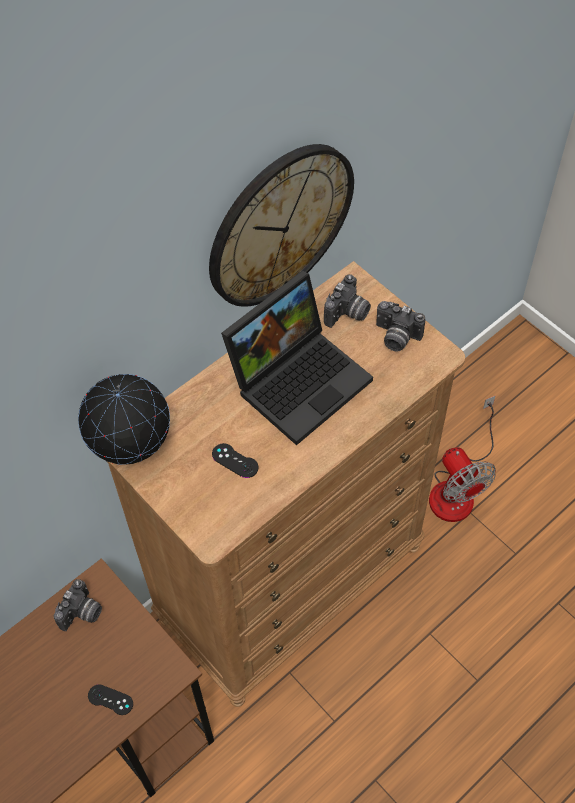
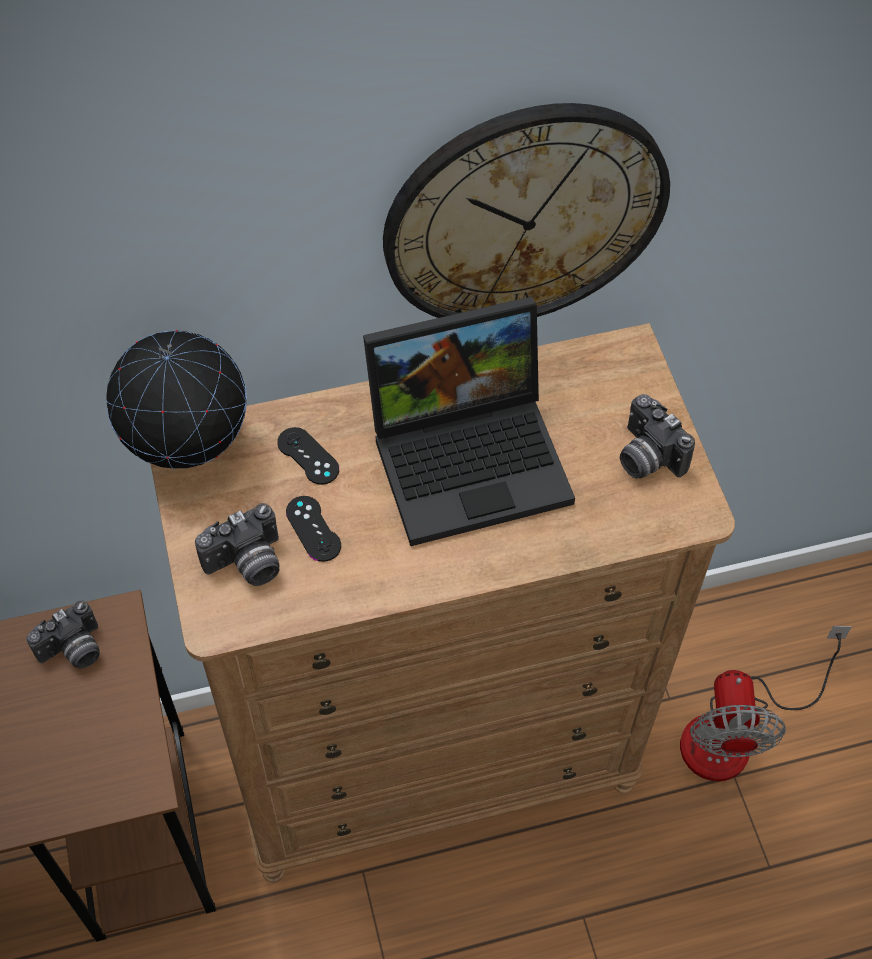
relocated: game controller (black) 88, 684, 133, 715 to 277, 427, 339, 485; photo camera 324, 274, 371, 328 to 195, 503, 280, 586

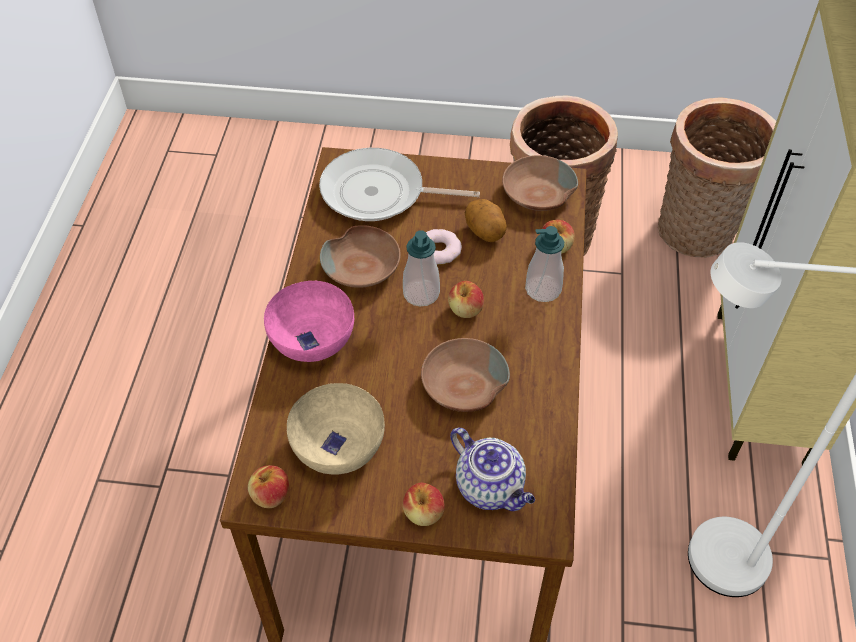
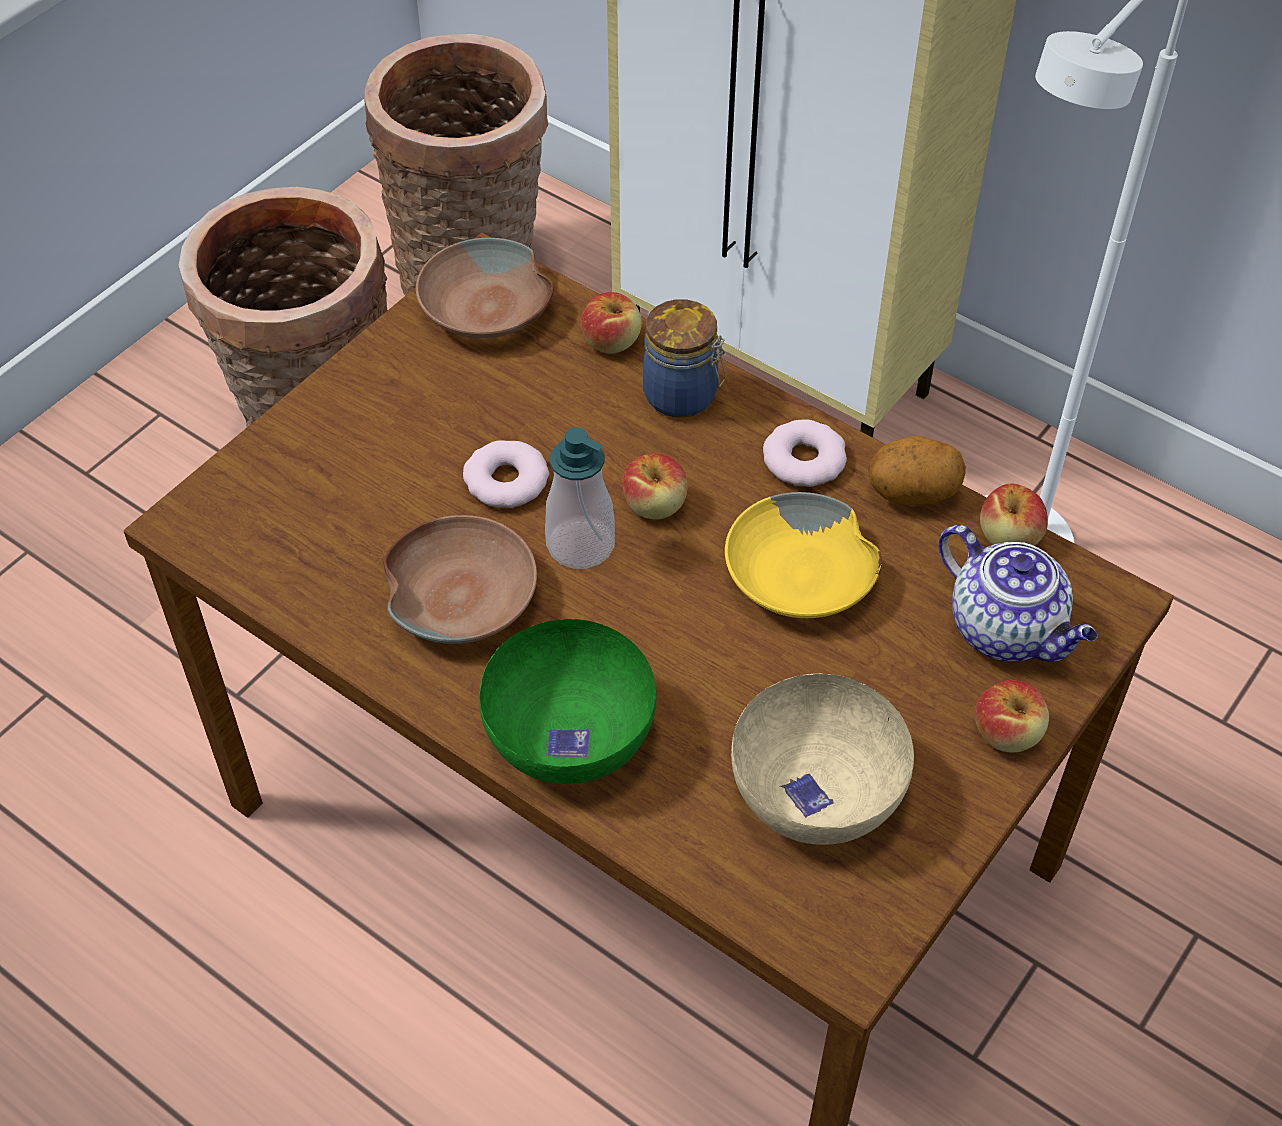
missing: frying pan 319, 148, 480, 221
appeared: donut 763, 420, 847, 487
relocated: apple 248, 465, 289, 508 to 980, 483, 1048, 546; potato 465, 199, 507, 242 to 868, 436, 966, 505
exchanged: soap dispenser 525, 226, 564, 302 to jar 643, 299, 726, 418
colour: bowl (pink) 264, 281, 354, 362 to bowl (green) 479, 619, 656, 784; bowl (brown) 421, 338, 510, 412 to bowl (yellow) 725, 492, 882, 618
spun: teapot 450, 427, 535, 511 = 939, 525, 1098, 662 60 degrees clockwise

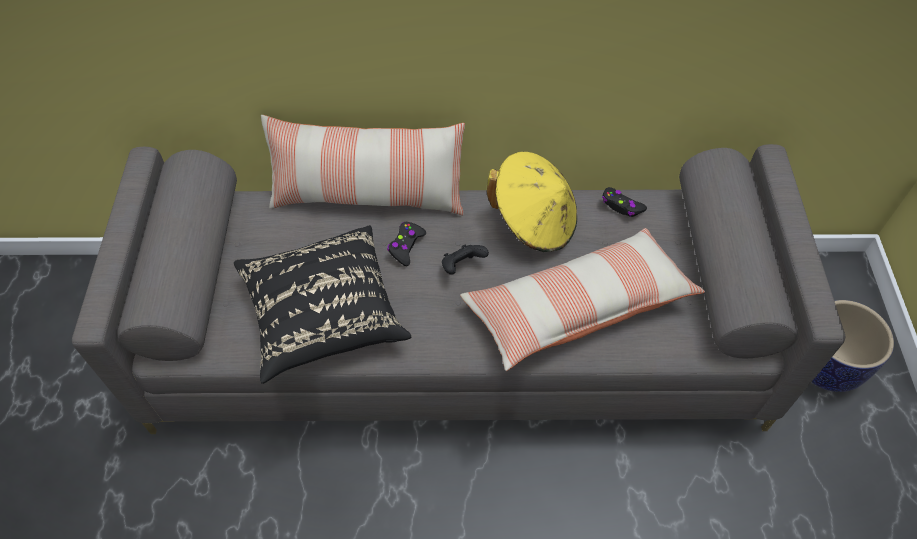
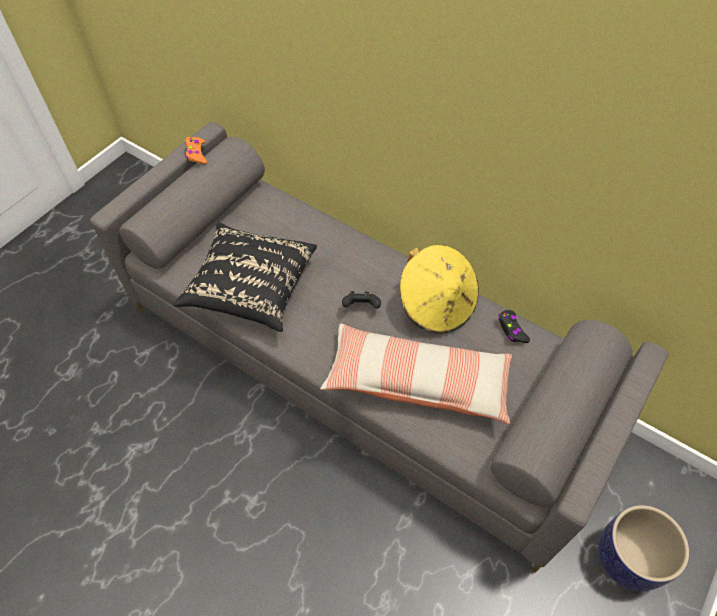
missing: pillow 261, 115, 465, 215; game controller (black) 387, 222, 426, 266
appeared: game controller (orange) 185, 137, 207, 164

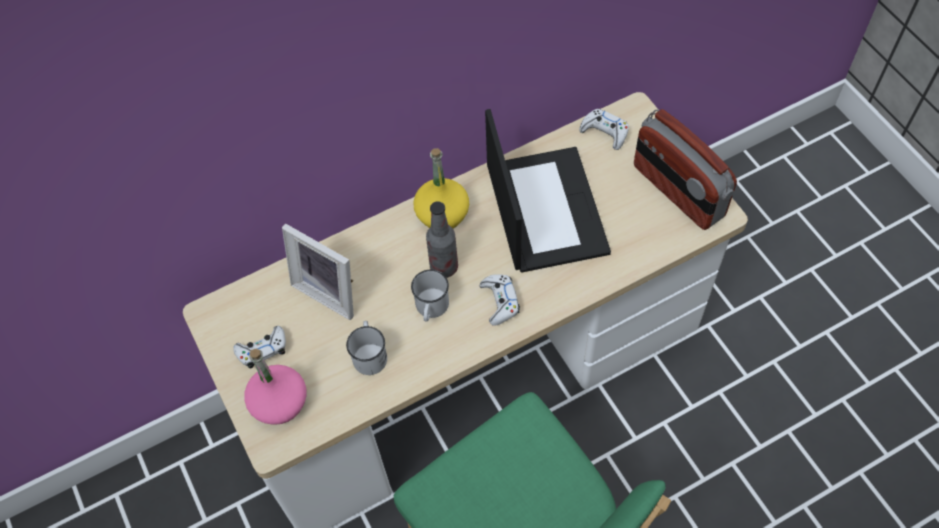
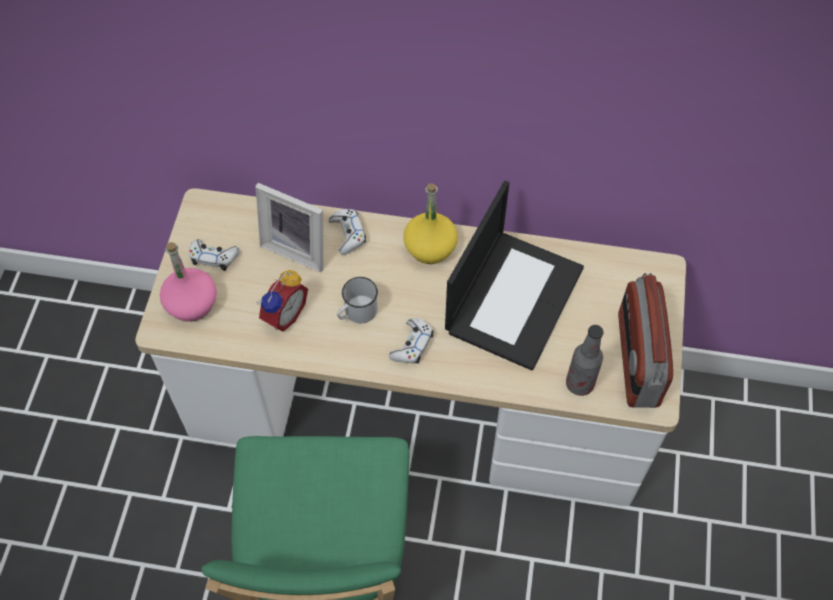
relocated: bottle 426, 201, 458, 278 to 566, 325, 604, 396; game controller (white) 579, 109, 629, 150 to 329, 209, 366, 255
exchanged: mug (white) 346, 321, 387, 375 to alarm clock 257, 270, 308, 332
spun: picture frame 282, 223, 354, 320 = 255, 183, 323, 272 45 degrees counterclockwise

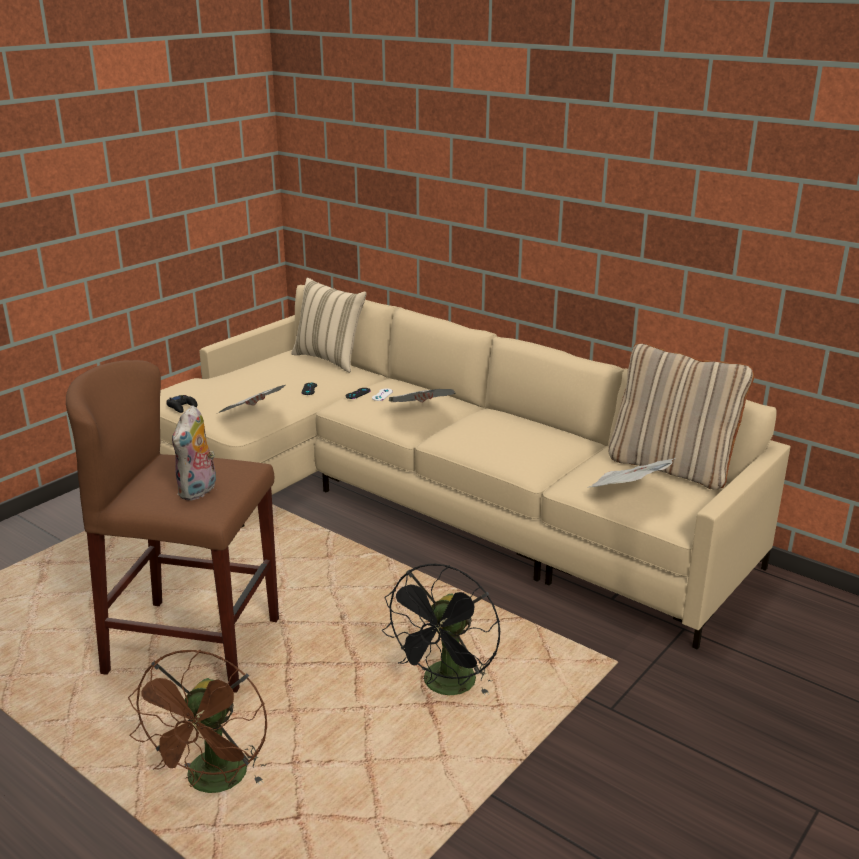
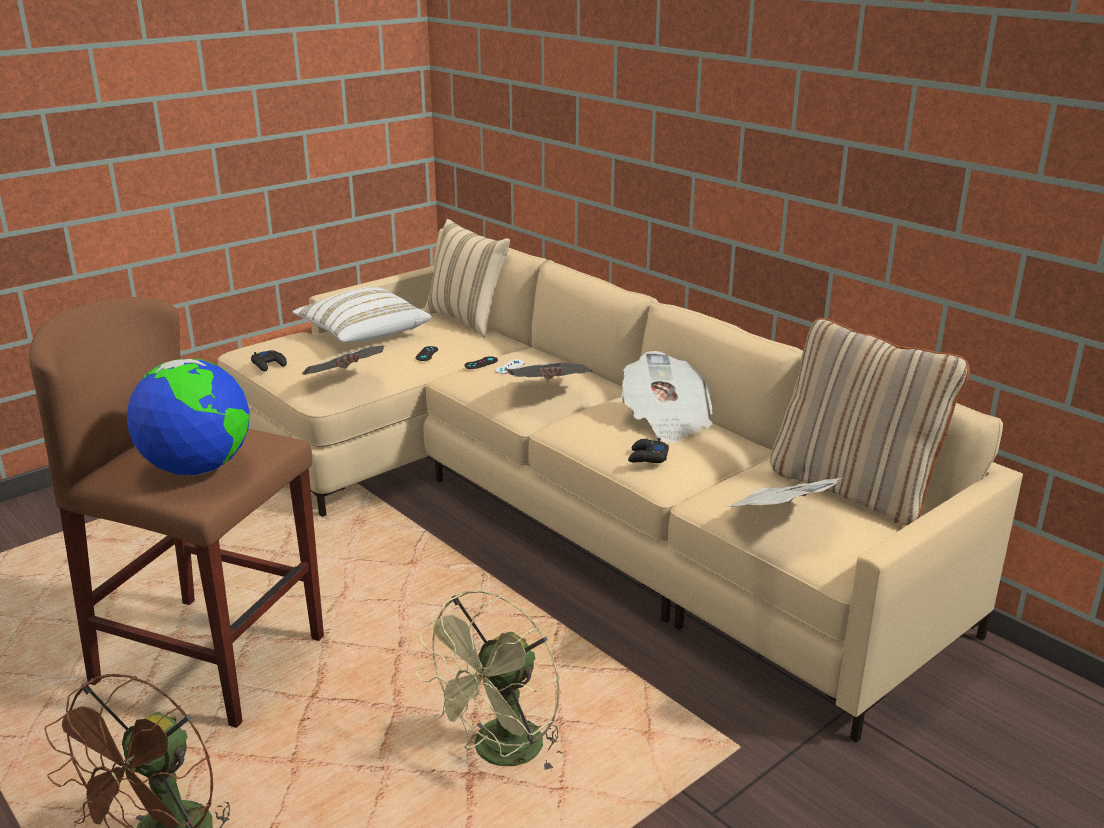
appeared: pillow (white) 293, 287, 432, 342; newspaper 621, 351, 712, 443; game controller (black) 628, 438, 669, 463
exchanged: plush toy 172, 405, 217, 500 to globe 127, 359, 249, 475
colour: fan (black) 382, 564, 500, 696 to fan (green) 415, 590, 564, 773

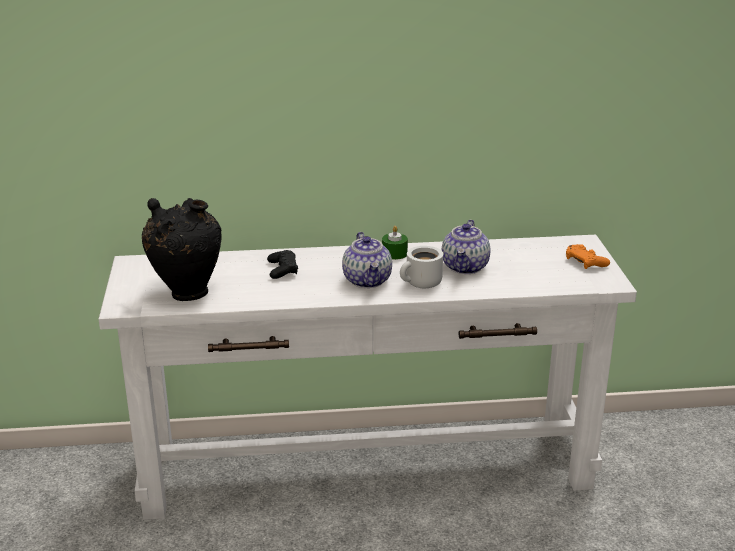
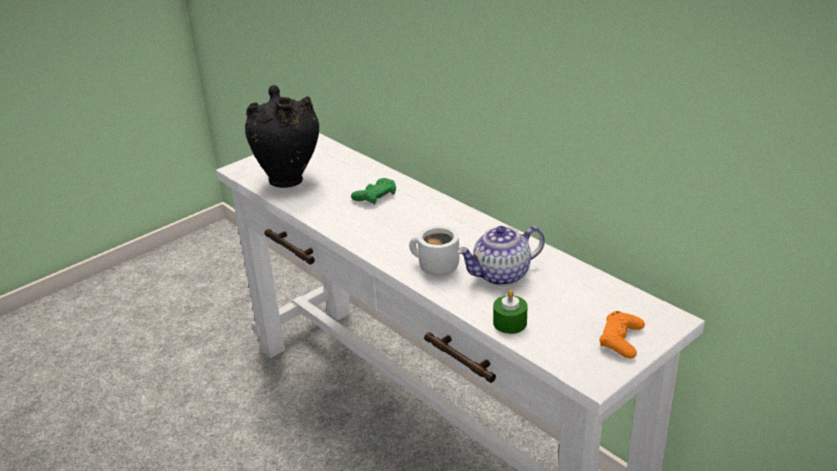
missing: teapot 342, 232, 392, 288
relocated: candle (green) 382, 226, 408, 260 to 493, 290, 527, 334
colour: game controller (black) 267, 250, 298, 279 to game controller (green) 351, 178, 396, 205

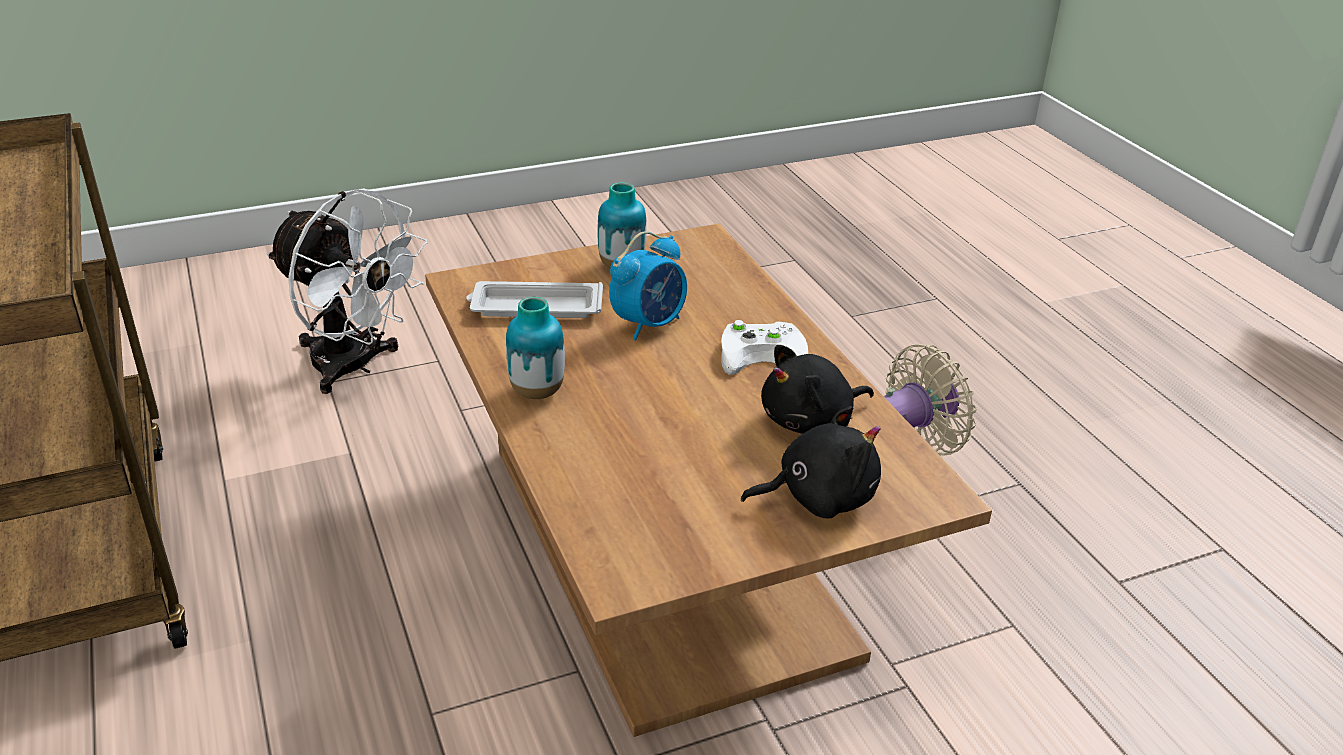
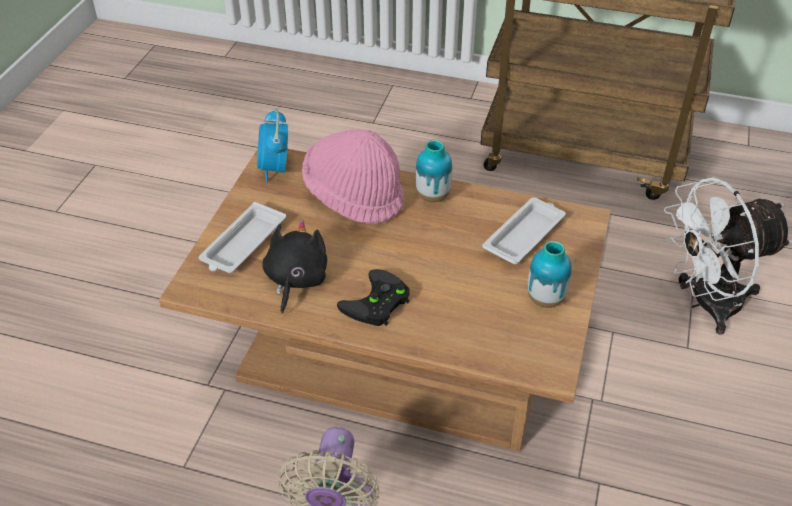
appeared: hat (pink) 302, 129, 404, 224
relocated: alarm clock 609, 231, 687, 341 to 257, 109, 288, 182
exchanged: plush toy (black) 741, 406, 881, 518 to tray (white) 199, 202, 286, 273
colour: game controller (white) 721, 320, 808, 375 to game controller (black) 337, 269, 410, 326

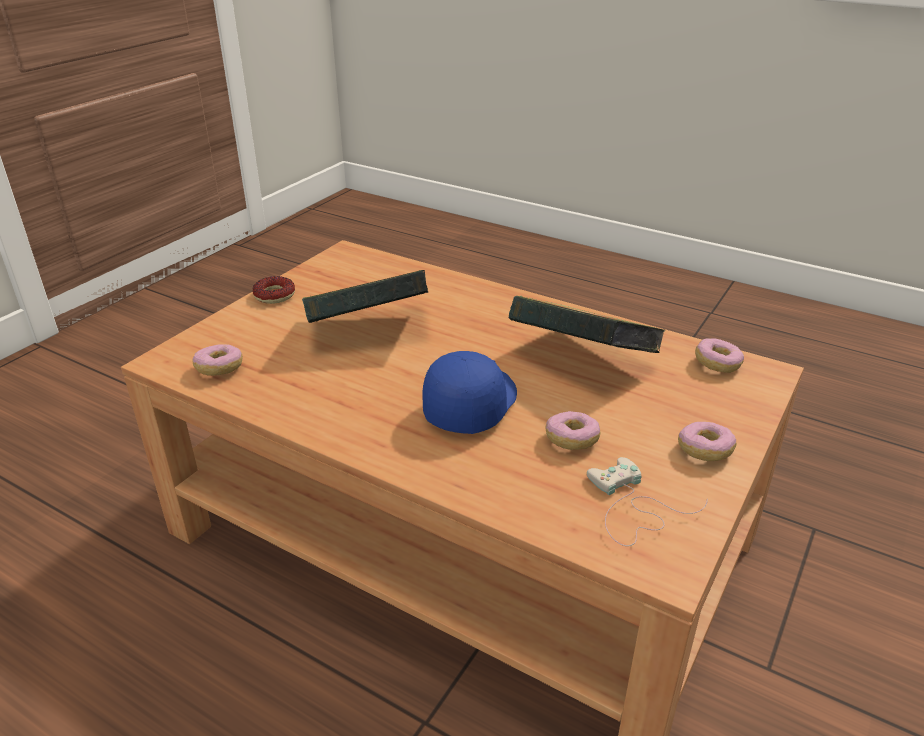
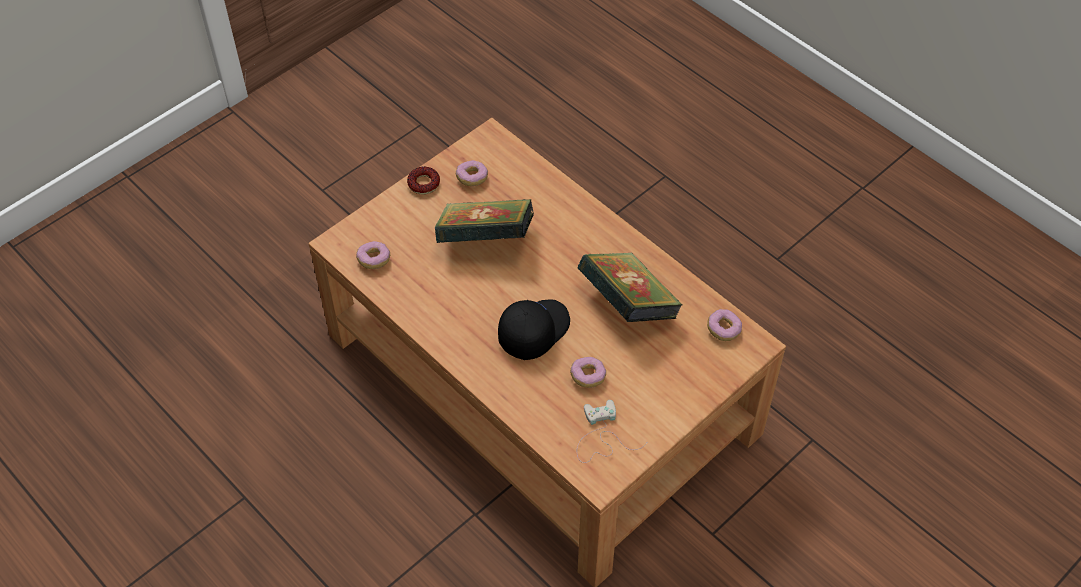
relocated: donut 678, 422, 736, 461 to 456, 160, 488, 186
colour: cap (blue) 422, 351, 517, 434 to cap (black) 498, 299, 570, 360

